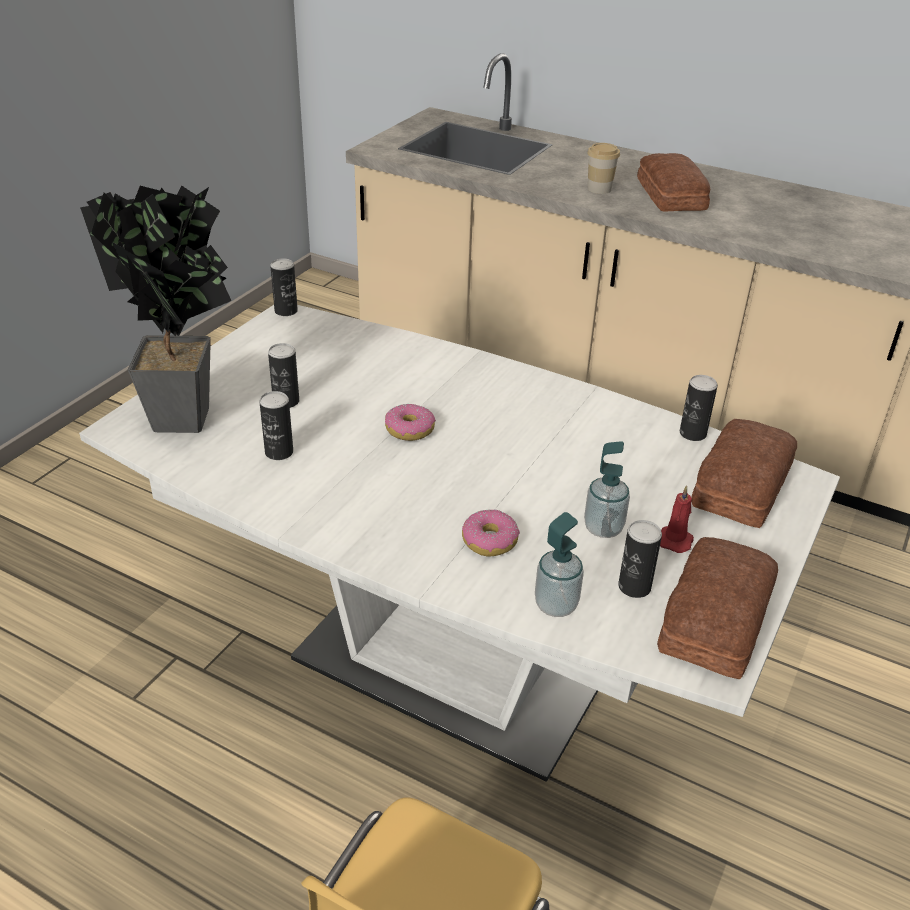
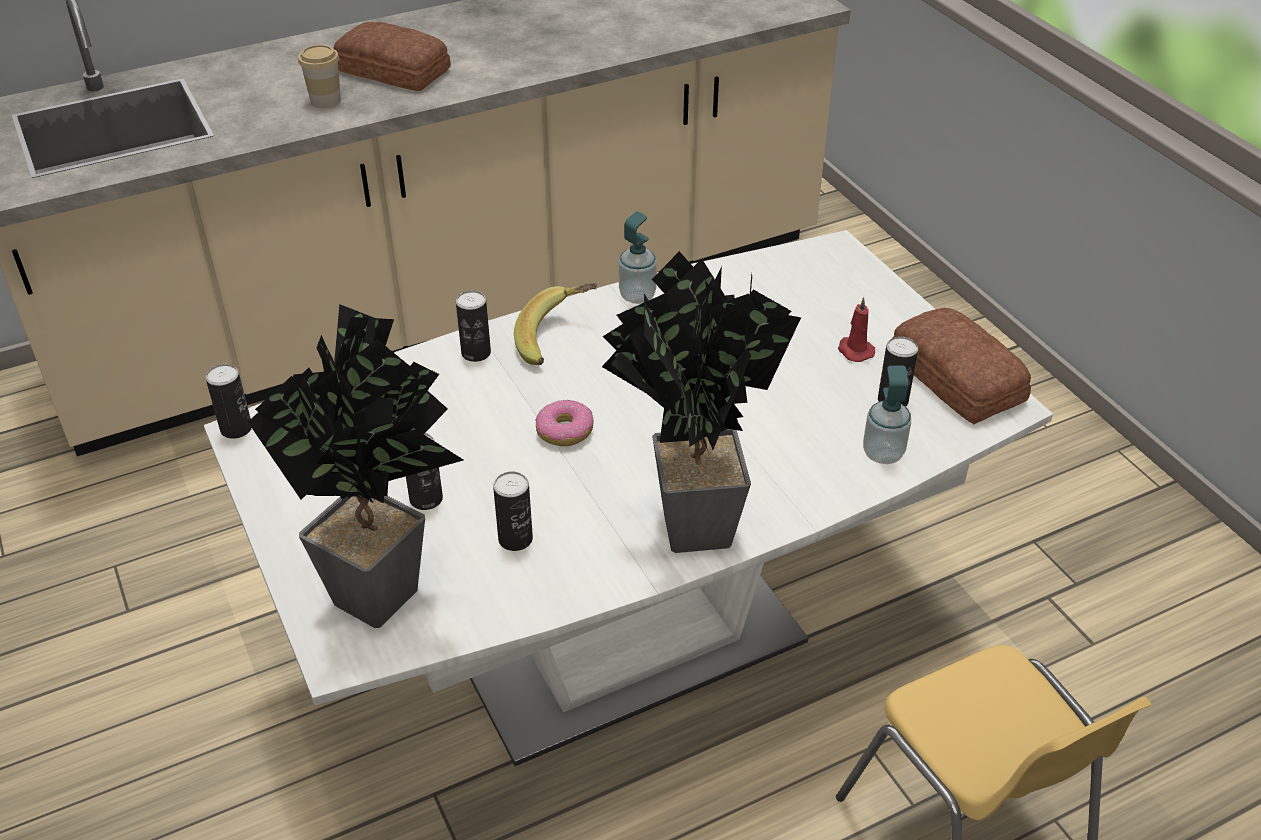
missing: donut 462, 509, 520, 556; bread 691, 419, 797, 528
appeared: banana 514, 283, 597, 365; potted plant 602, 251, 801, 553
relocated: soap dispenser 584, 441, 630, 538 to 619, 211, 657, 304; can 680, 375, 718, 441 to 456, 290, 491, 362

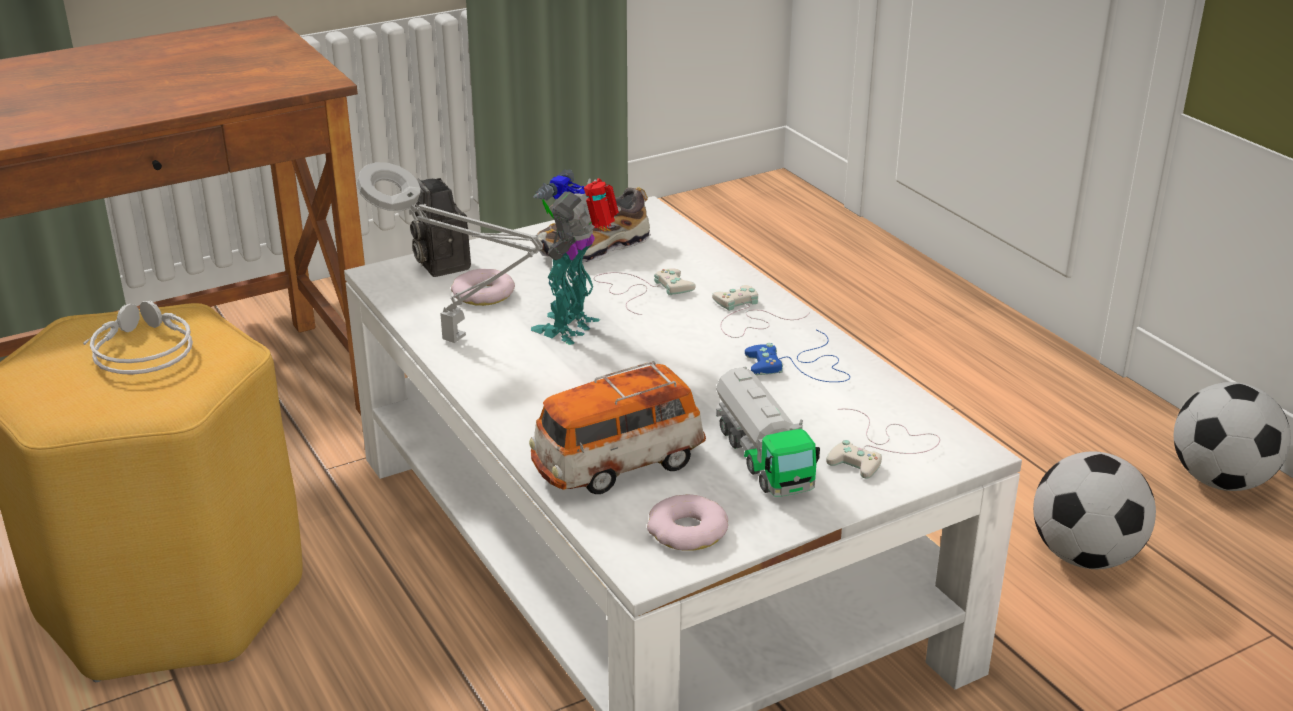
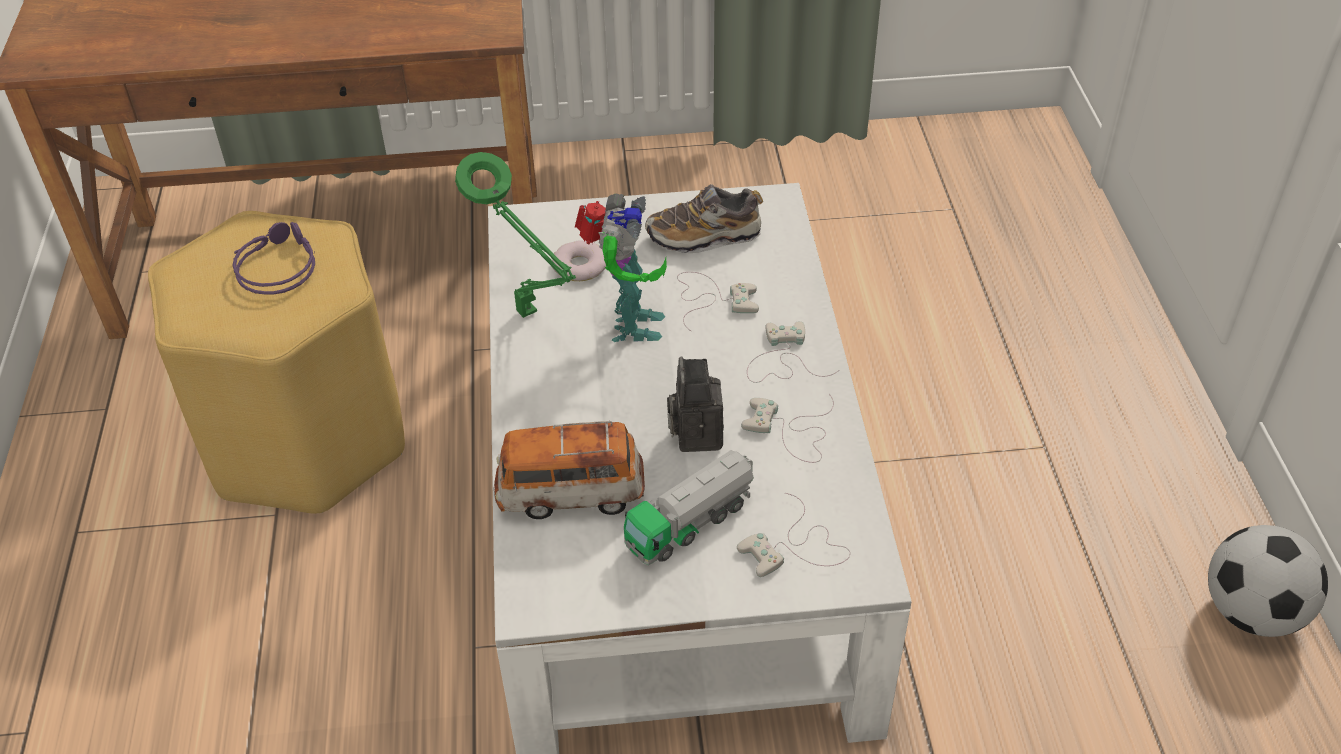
missing: donut 647, 494, 728, 551; football 1033, 451, 1156, 569
relocated: photo camera 410, 178, 471, 277 to 667, 356, 724, 452
colour: headphones (grey) 83, 300, 193, 375 to headphones (purple) 232, 222, 315, 294; table lamp (grey) 356, 162, 543, 343 to table lamp (green) 455, 152, 576, 318; game controller (blue) 745, 330, 850, 382 to game controller (white) 741, 394, 834, 463
spun: toy robot 531, 169, 619, 345 = 575, 193, 667, 342 135 degrees clockwise; toy truck 716, 367, 820, 496 = 624, 450, 754, 565 45 degrees clockwise

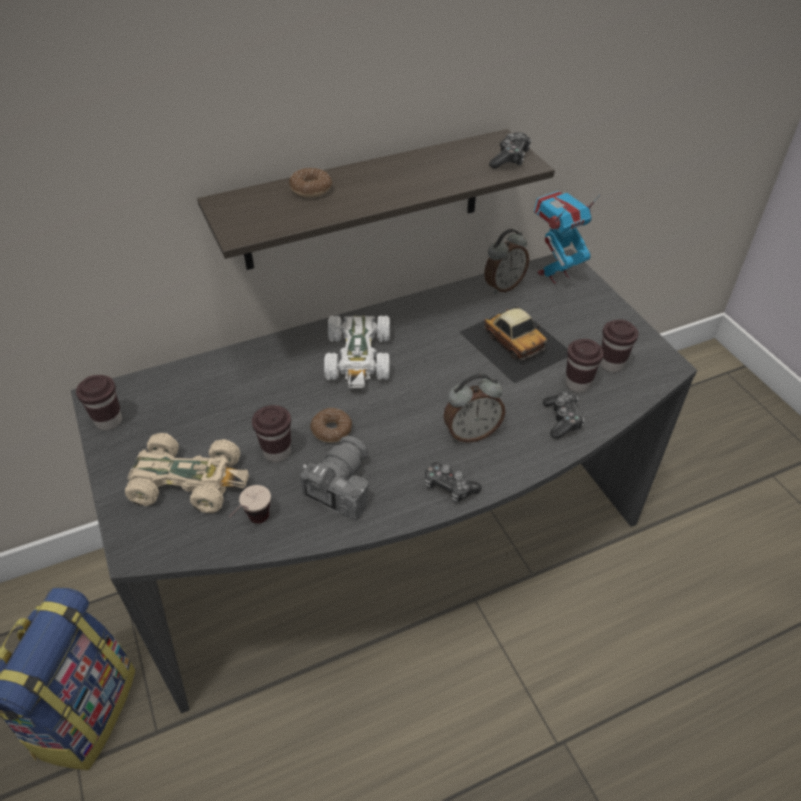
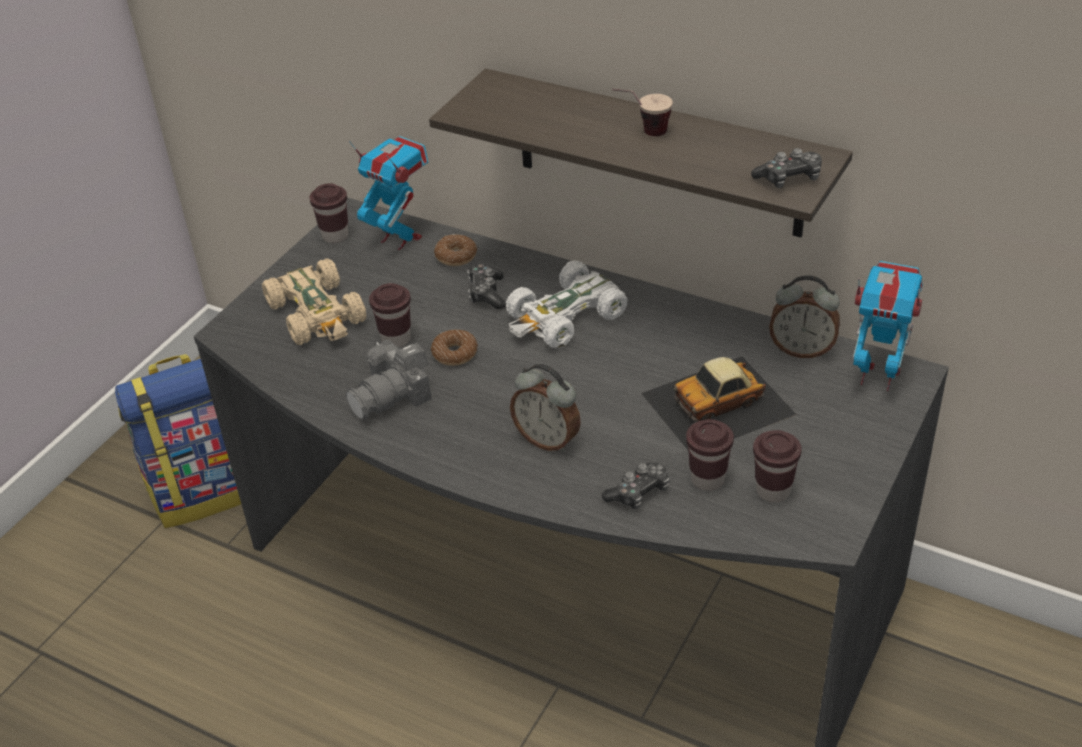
appeared: toy robot 349, 136, 428, 250
relocated: cup 229, 485, 271, 524 to 612, 89, 673, 136; donut 289, 168, 332, 198 to 434, 234, 477, 266; game controller 425, 462, 481, 503 to 467, 263, 506, 309
spun: photo camera 300, 436, 369, 521 = 346, 340, 432, 420 150 degrees clockwise; toy car 459, 306, 568, 384 = 641, 357, 797, 450 45 degrees clockwise

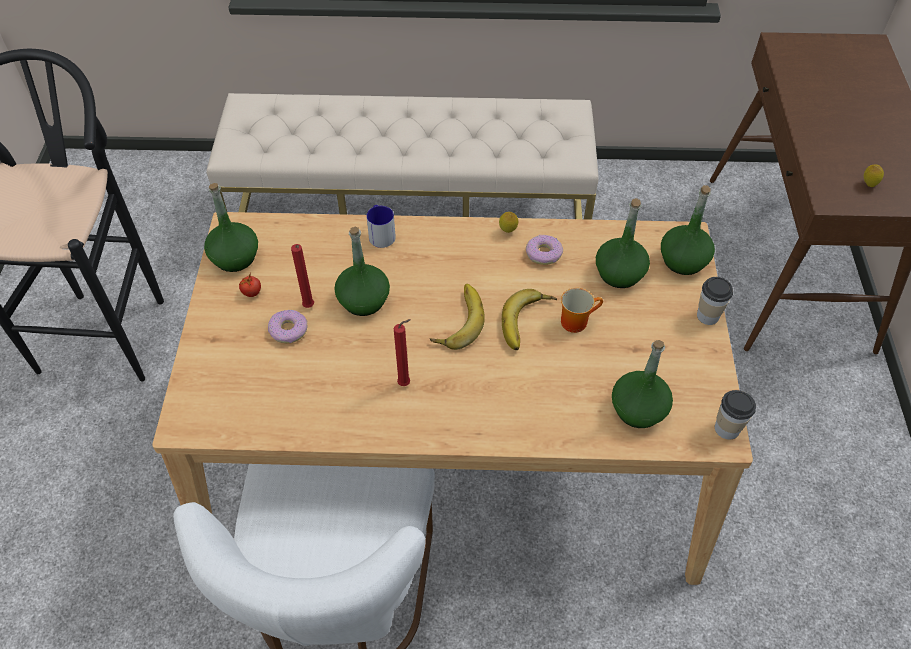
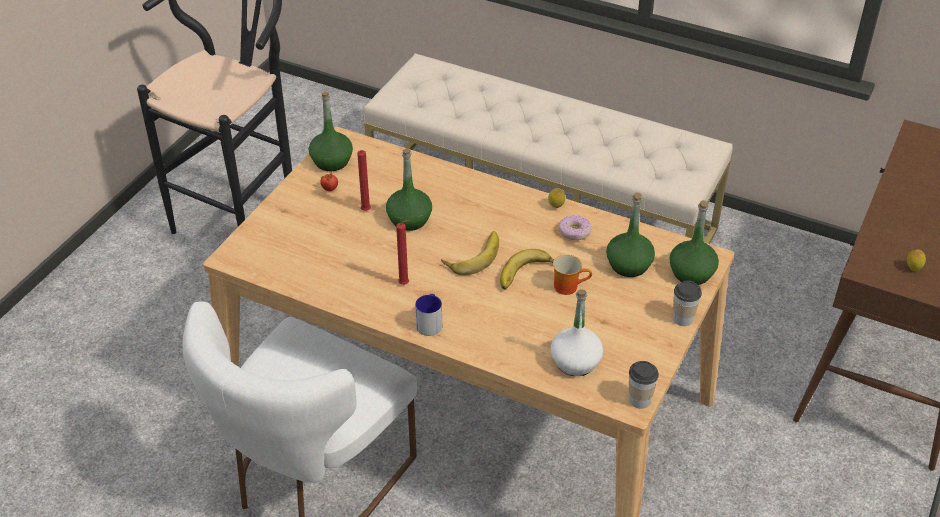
missing: donut 268, 310, 308, 343
relocated: mug 367, 205, 396, 248 to 415, 294, 442, 336
colour: bottle (green) 612, 340, 673, 428 to bottle (white) 550, 289, 603, 376

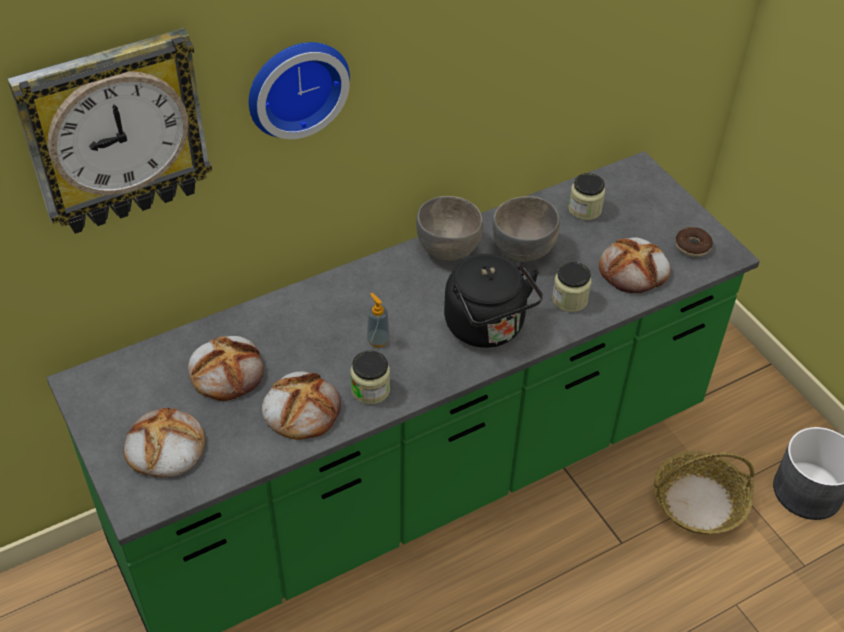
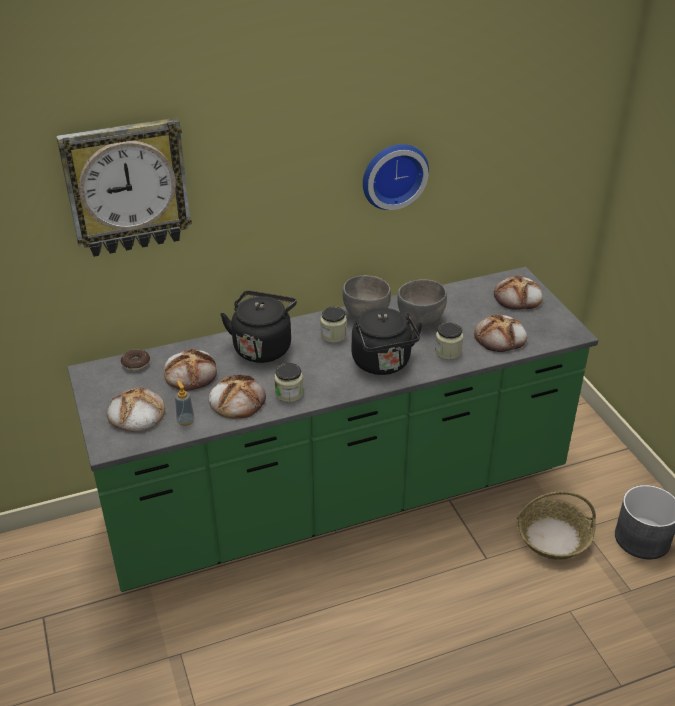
appeared: kettle (black) 220, 291, 297, 363; bread 494, 275, 543, 310
relocated: wall clock 249, 42, 350, 139 to 363, 144, 429, 210; soap dispenser 367, 293, 390, 347 to 175, 380, 195, 426; jar 569, 173, 605, 220 to 320, 306, 347, 343; donut 675, 227, 713, 257 to 121, 349, 150, 371

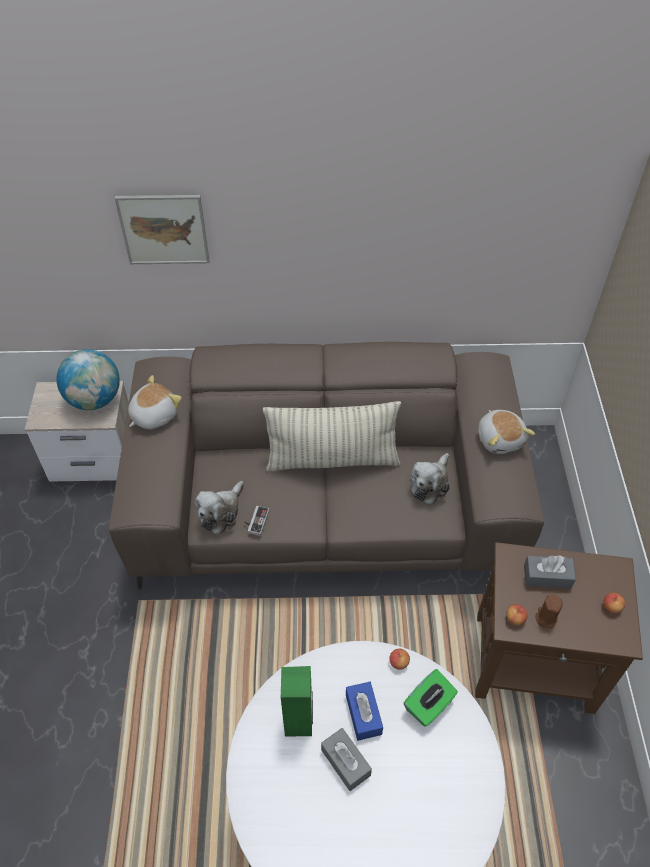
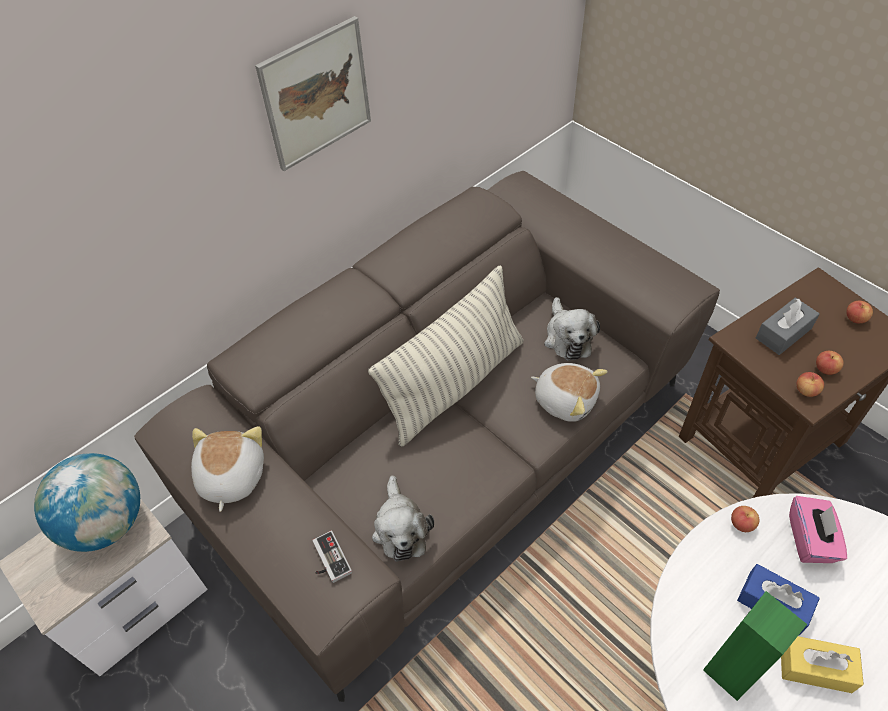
relocated: picture 114, 195, 209, 264 to 255, 16, 371, 171; game controller 244, 506, 269, 536 to 312, 530, 352, 583; plush toy 478, 410, 535, 454 to 531, 363, 608, 422
exchanged: candle (brown) 536, 595, 563, 628 to apple 816, 351, 844, 375
colour: tissue box (grey) 321, 728, 372, 791 to tissue box (yellow) 781, 636, 864, 693; tissue box (green) 404, 669, 458, 727 to tissue box (pink) 789, 496, 847, 563

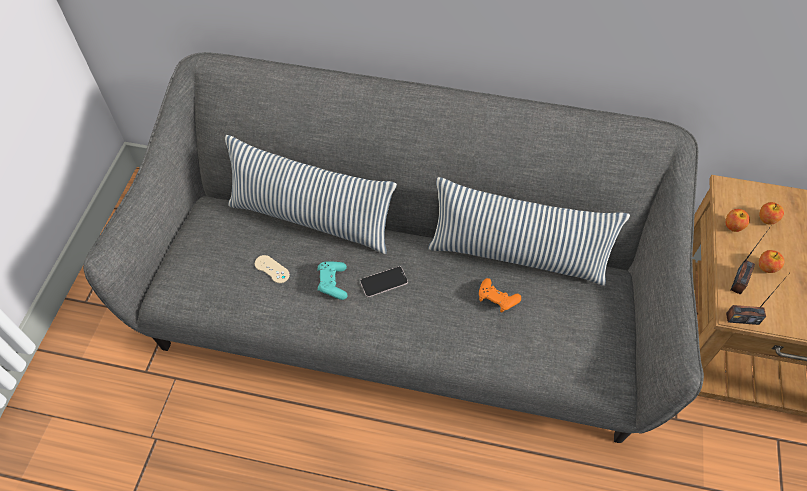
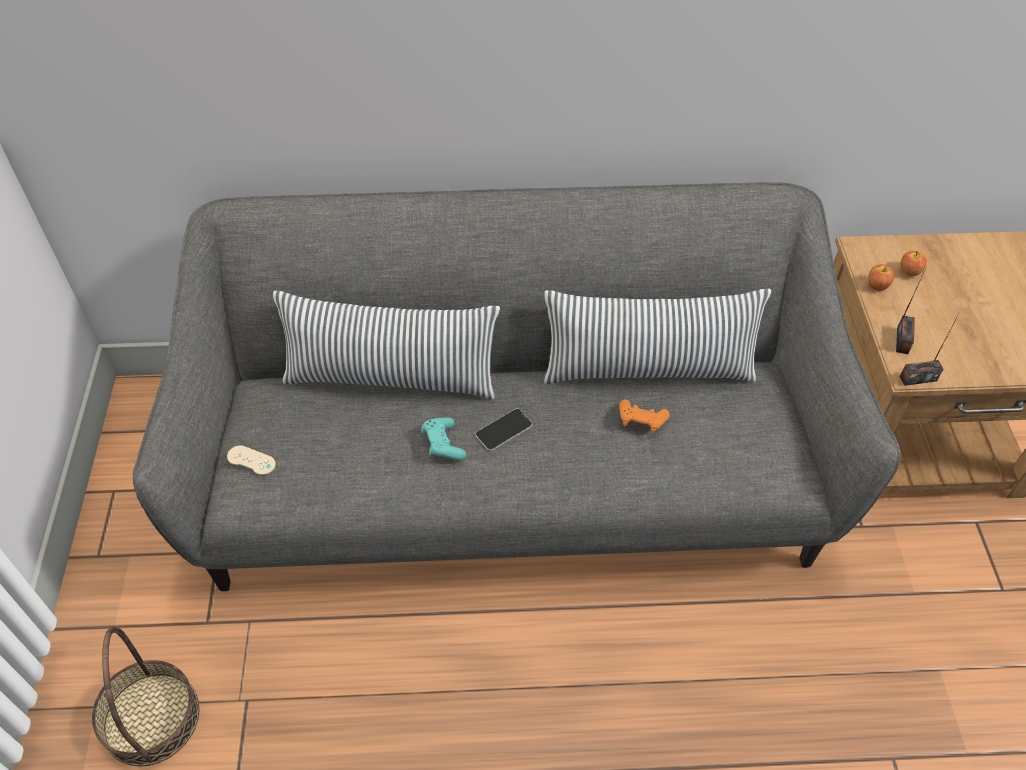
missing: apple 759, 250, 784, 273
appeared: basket 92, 627, 199, 766
relocated: game controller (beige) 255, 255, 290, 283 to 227, 445, 276, 475

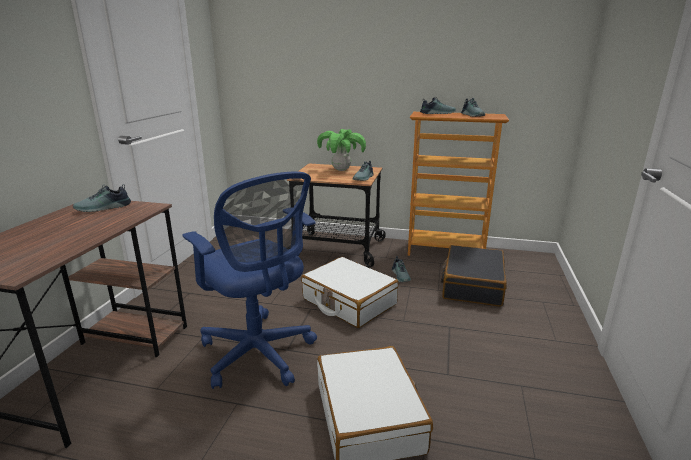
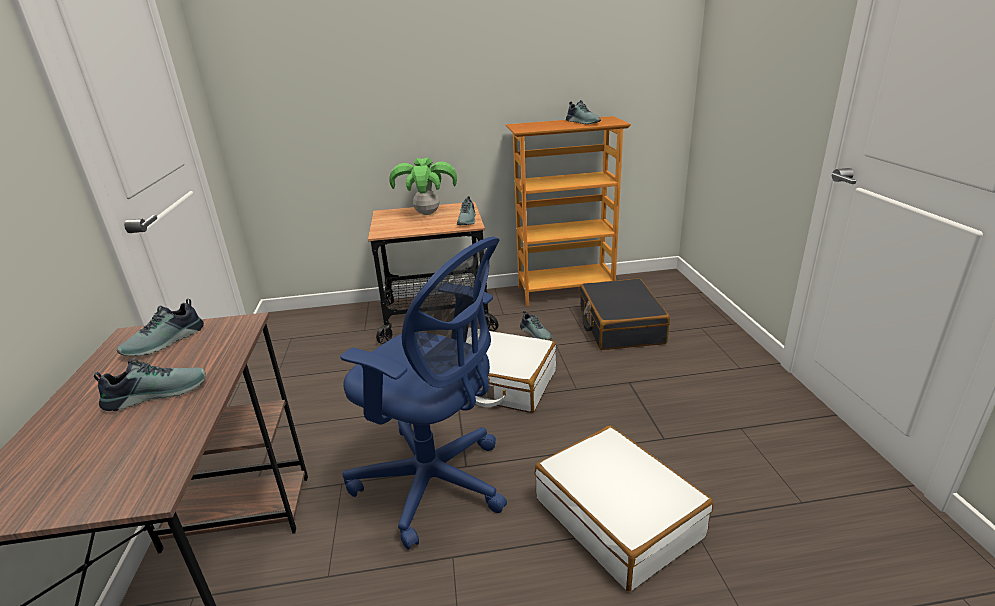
relocated: shoe 420, 97, 456, 114 to 94, 358, 206, 411

